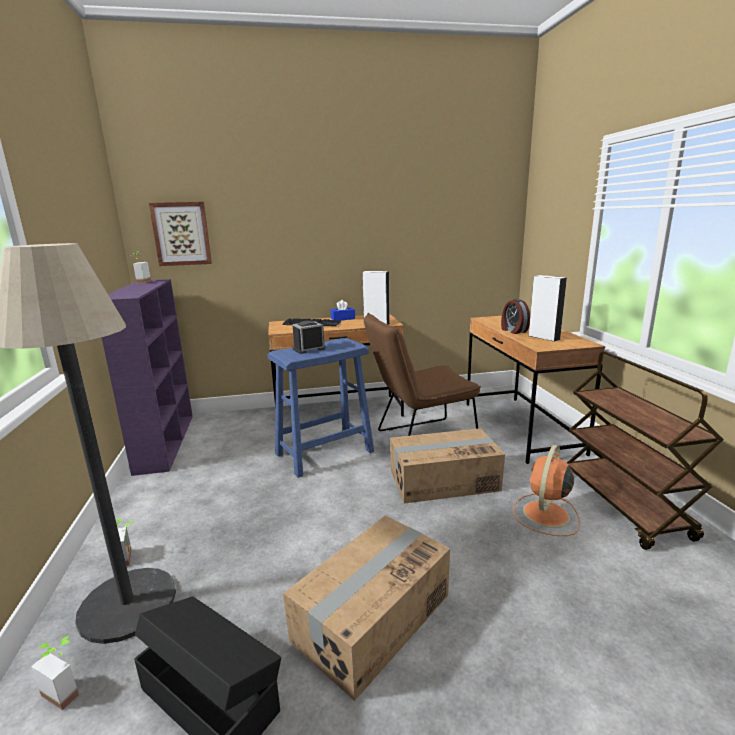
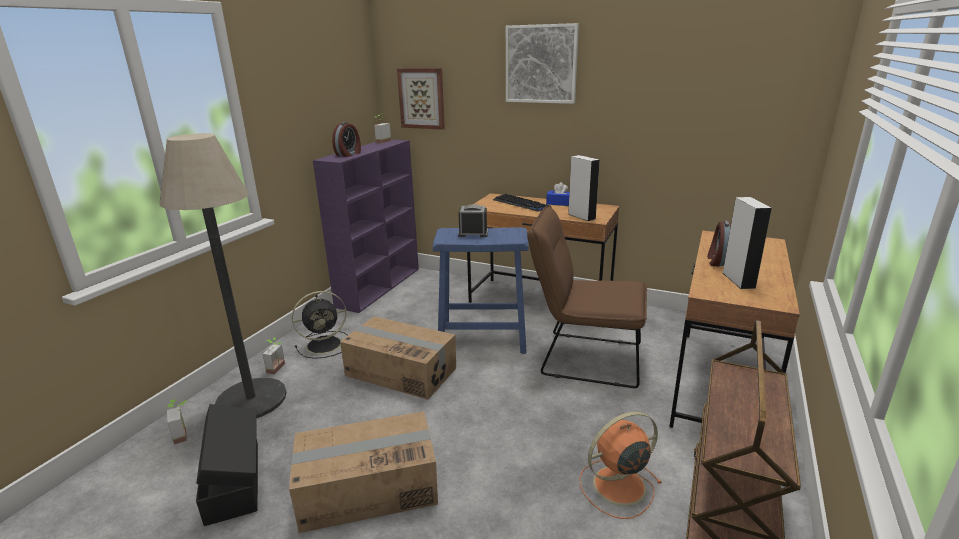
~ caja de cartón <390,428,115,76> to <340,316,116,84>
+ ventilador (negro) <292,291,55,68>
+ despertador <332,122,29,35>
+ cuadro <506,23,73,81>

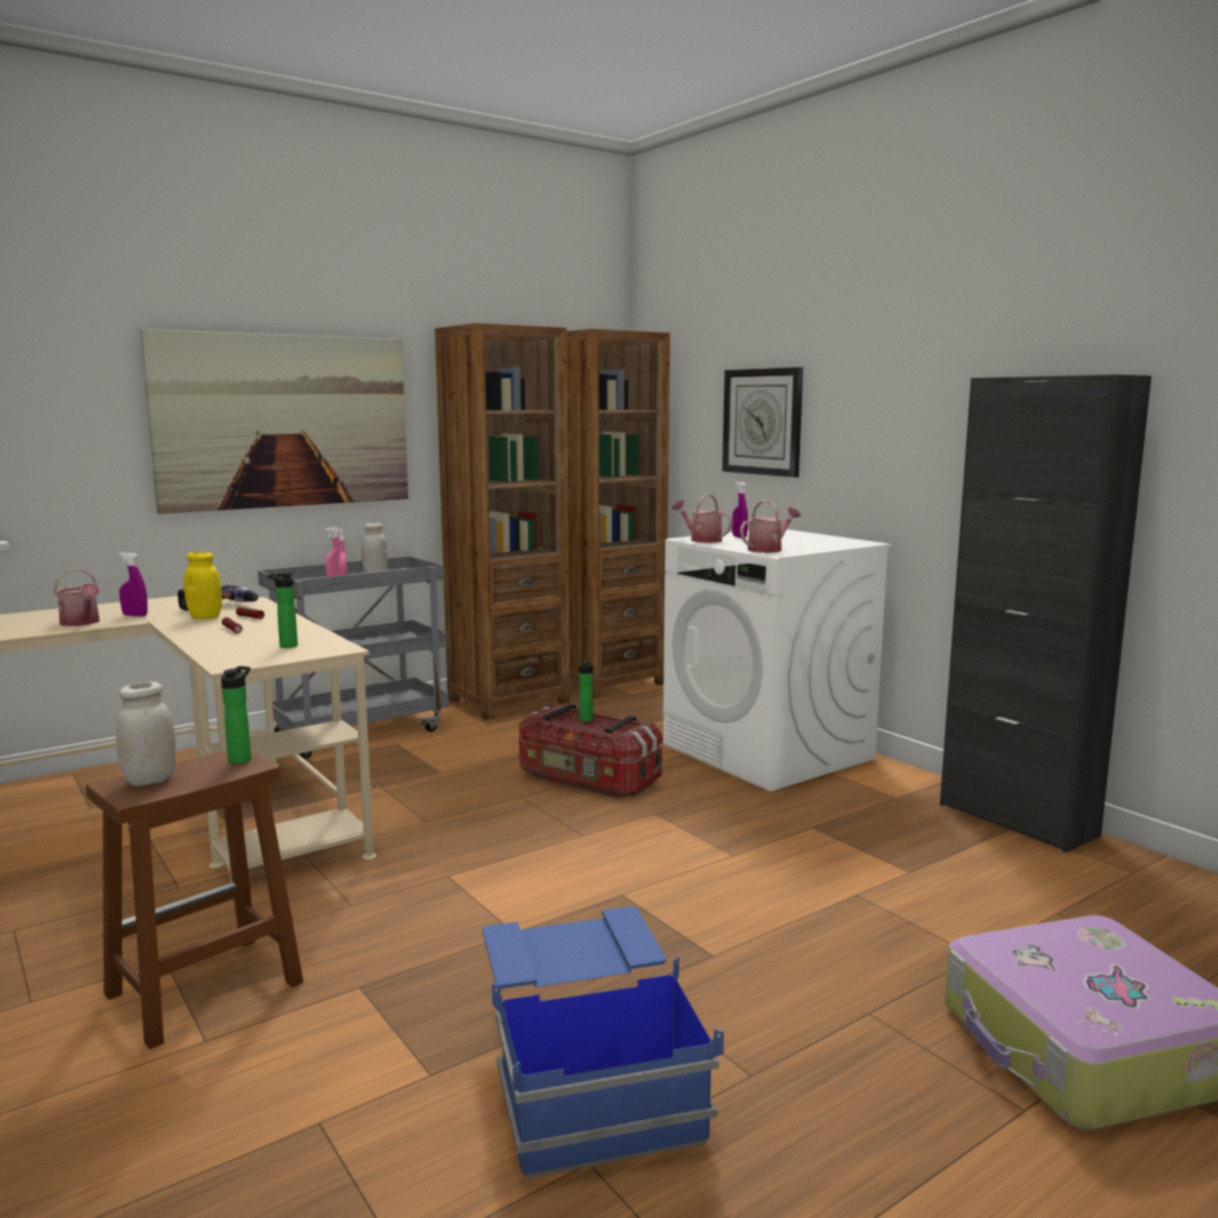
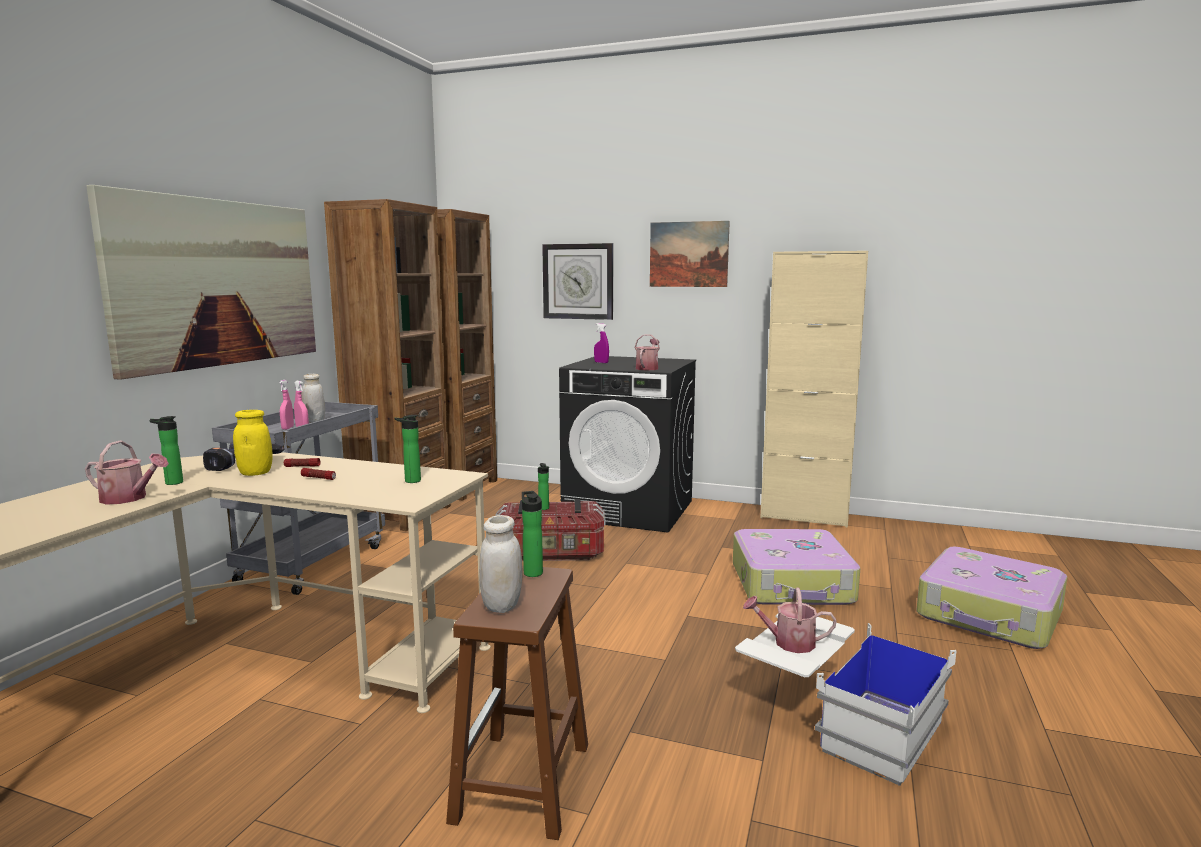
~ pulverizador (morado) <118,552,29,64> to botella <149,416,34,69>
~ caja de almacenaje (azul) <482,906,242,273> to caja de almacenaje (blanco) <735,614,222,172>
~ lavadora (blanco) <663,529,228,262> to lavadora (negro) <559,356,137,177>
~ regadera <672,494,61,49> to <743,587,94,66>
~ armario (negro) <940,374,211,479> to armario (beis) <760,251,108,277>
+ cuadro <650,221,80,66>
+ maleta <733,529,127,76>

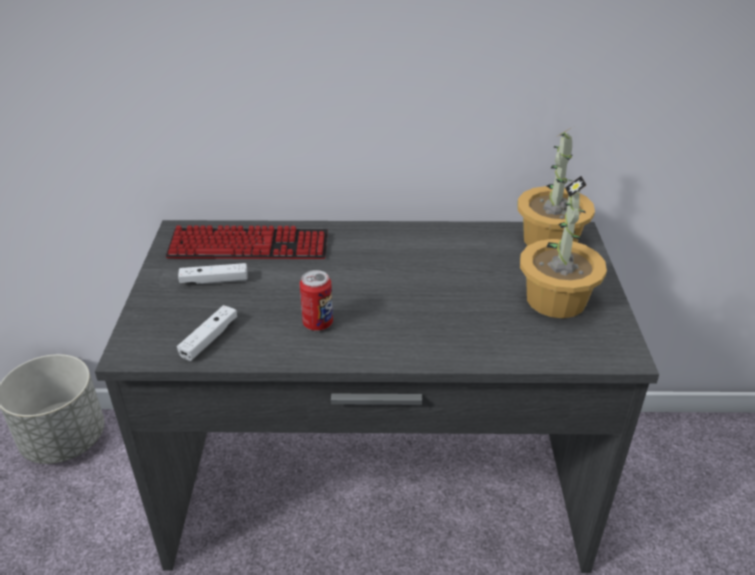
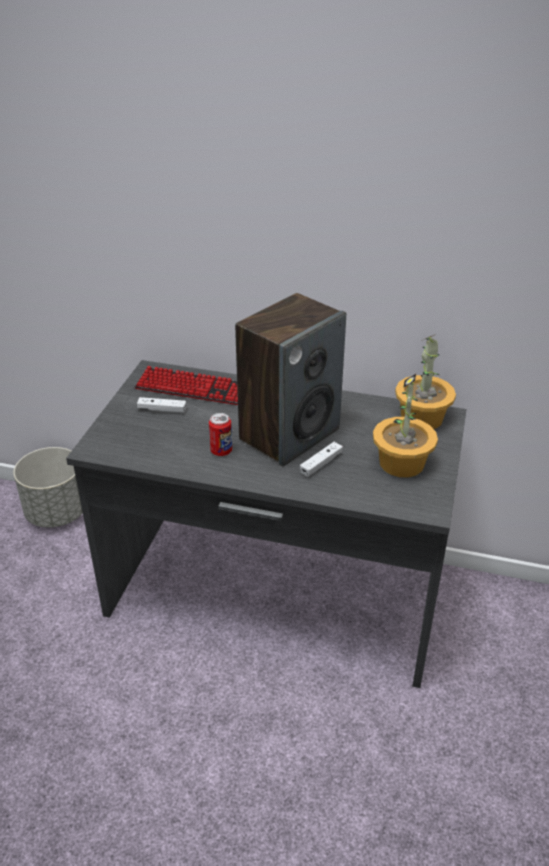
~ mando de consola (blanco) <177,305,61,56> to <300,442,43,35>
+ altavoz <235,293,111,173>

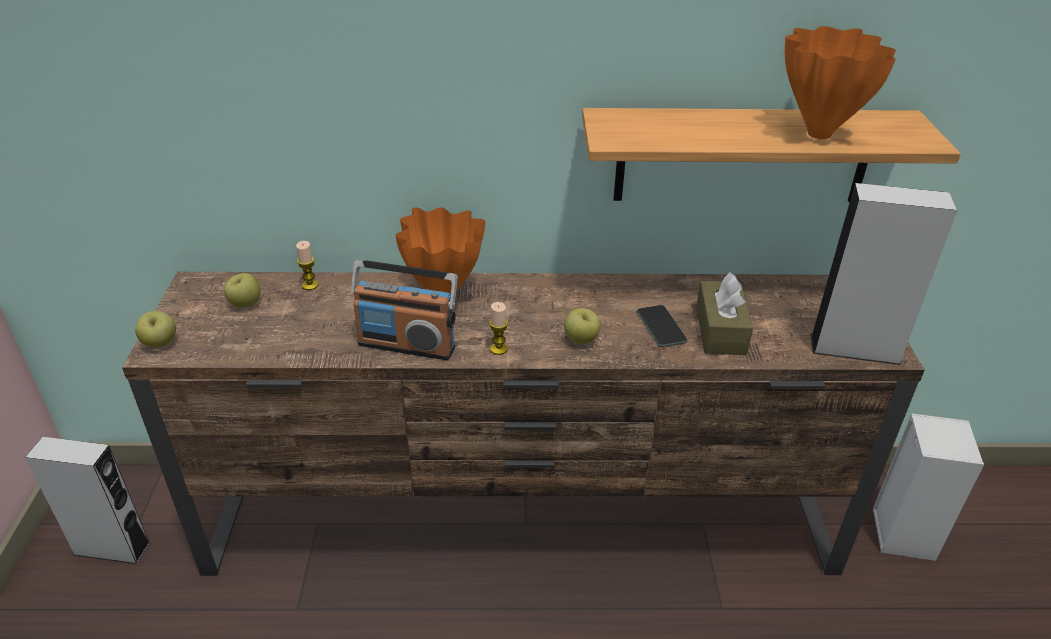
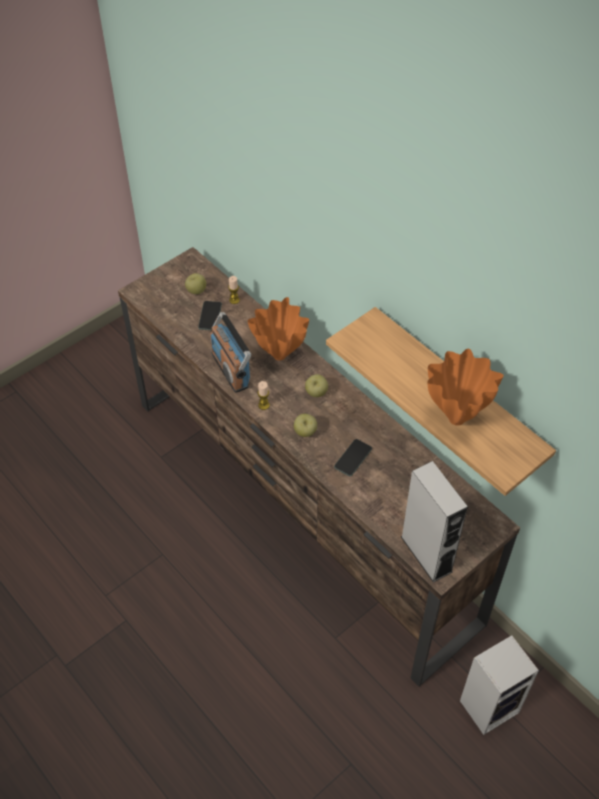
- altavoz (gris) <25,437,126,127>
~ manzana <135,311,41,37> to <305,374,23,23>
- caja de pañuelos (marrón) <696,272,57,83>
+ móvil <198,301,24,29>

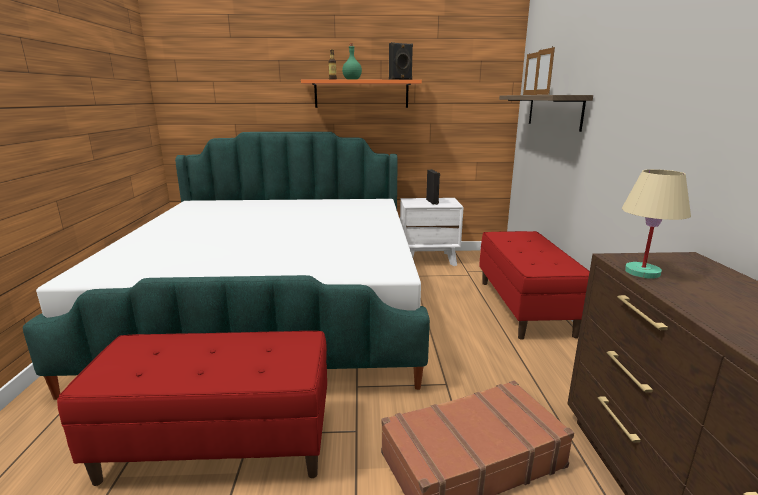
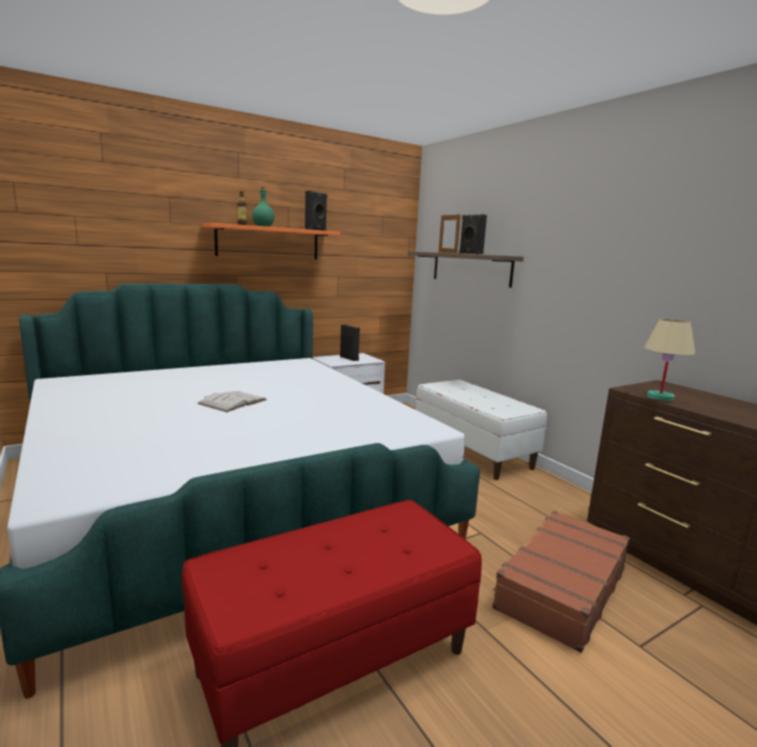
~ banco (rojo) <479,231,111,109> to banco (blanco) <416,379,131,101>
~ portarretratos <534,47,21,48> to altavoz (negro) <459,214,28,40>
+ libro (blanco) <197,391,70,21>

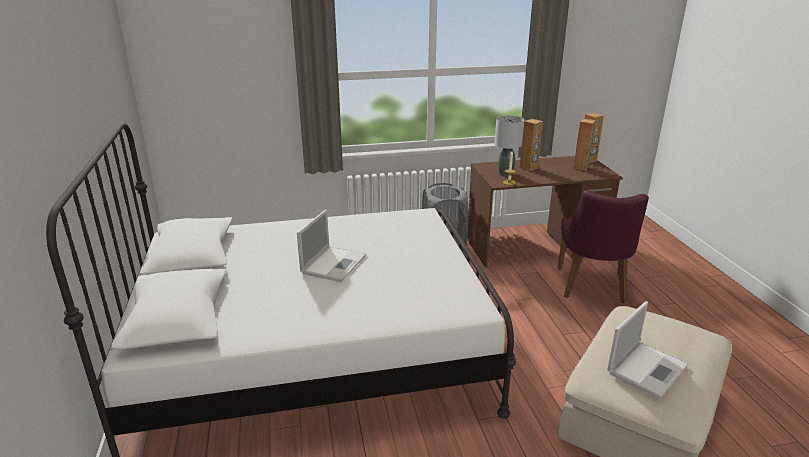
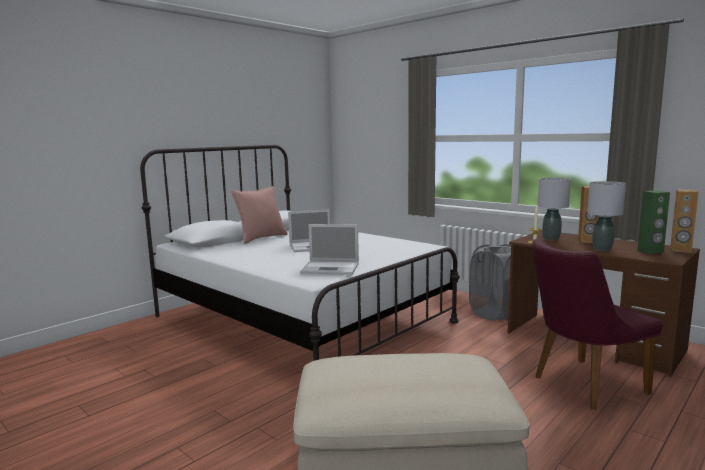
~ altavoz (marrón) <574,119,22,52> to altavoz (verde) <638,190,32,64>
~ portátil <607,301,81,98> to <300,224,59,51>
+ cojín (rosa) <231,186,56,58>
+ lámpara de mesa (gris) <587,181,39,70>

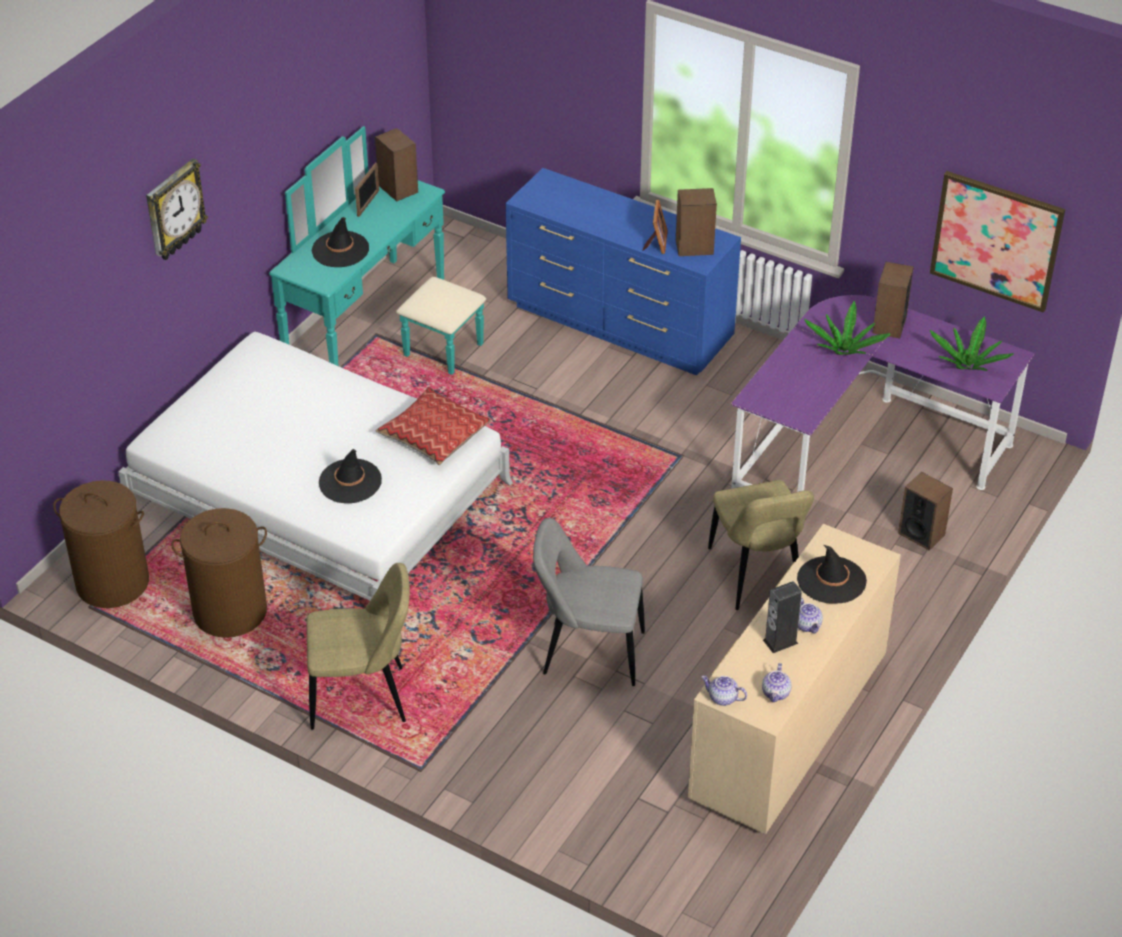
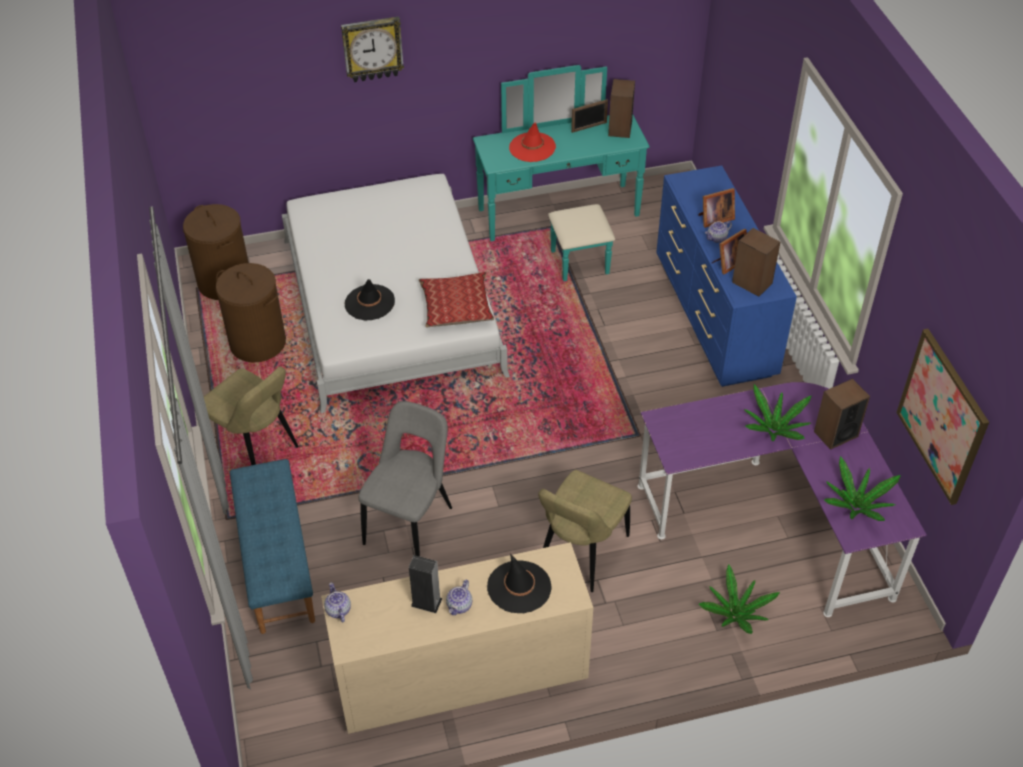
~ sombrero (negro) <312,217,57,50> to sombrero (rojo) <509,123,47,39>
~ silla (gris) <533,518,112,168> = <358,401,94,155> 60 degrees clockwise
~ tetera <762,663,29,39> to <705,221,27,22>
~ altavoz <898,472,55,78> to planta en maceta <699,564,81,70>
+ banco (azul) <230,459,85,175>
+ portarretratos <698,188,37,40>

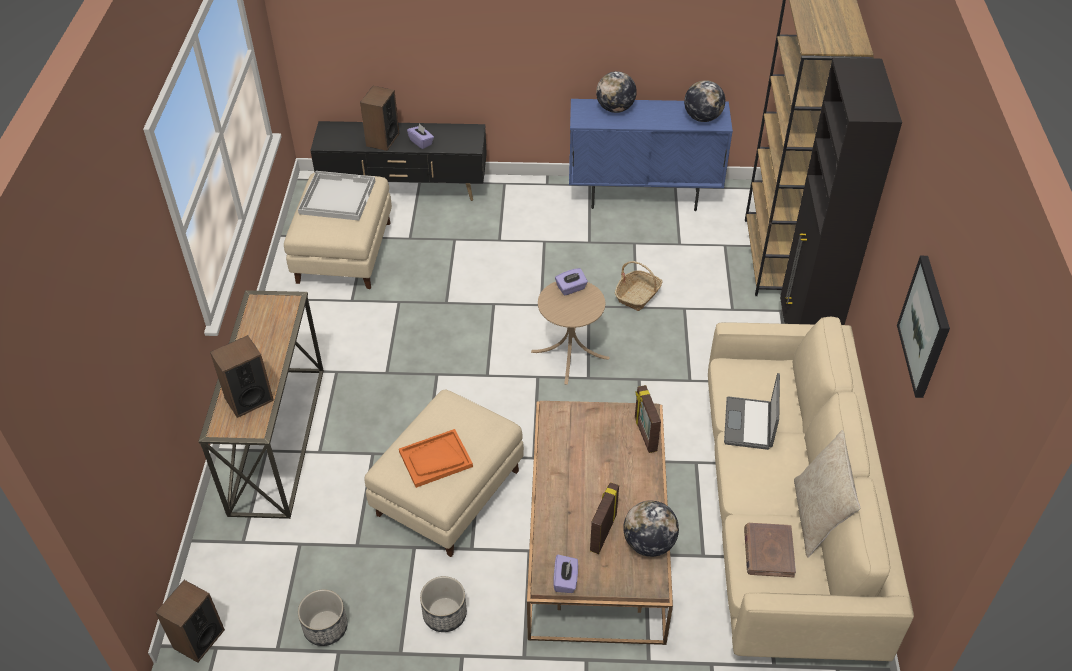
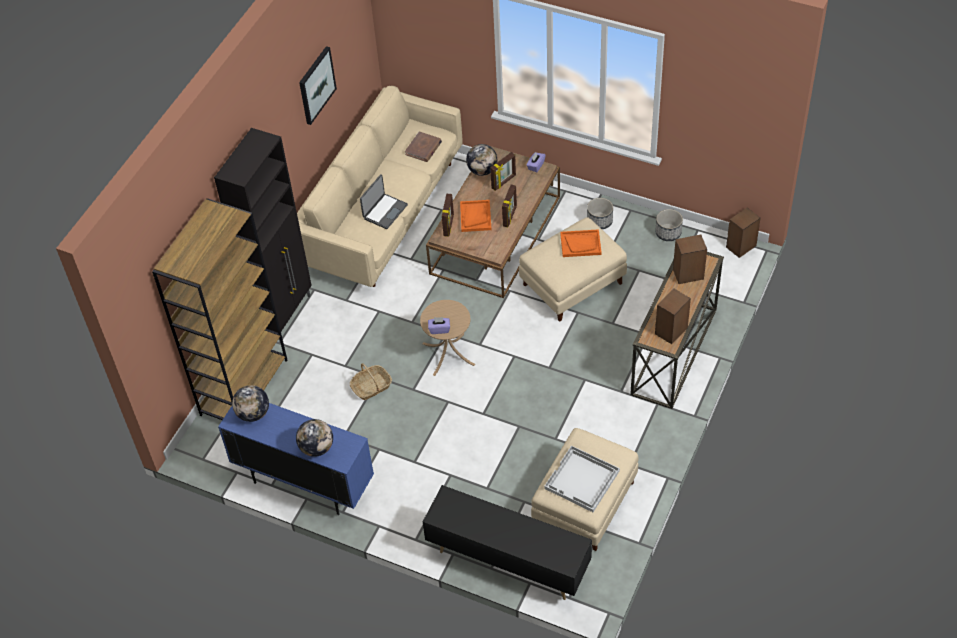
~ altavoz <360,86,39,65> to <655,288,36,56>
- caja de pañuelos (morado) <407,124,27,25>
- cojín (beis) <794,430,66,128>
+ bandeja (naranja) <460,200,32,32>
+ portarretratos <502,185,15,42>

